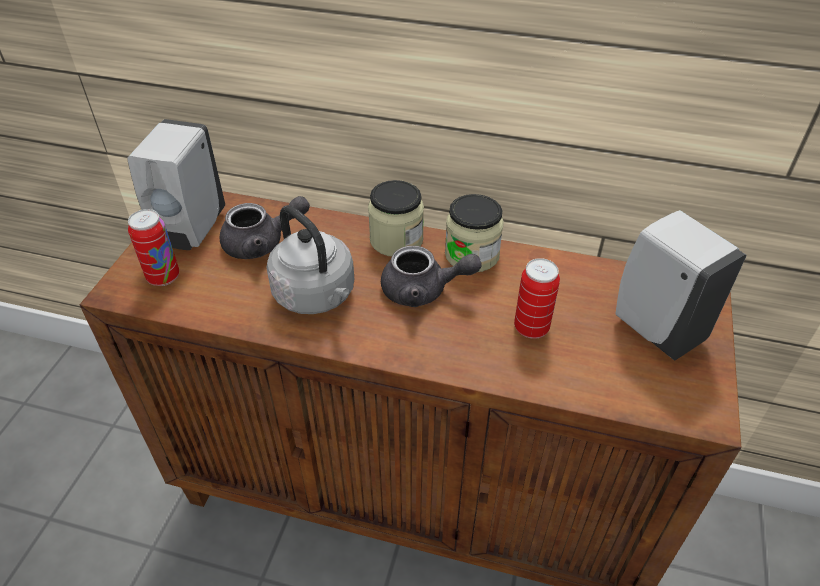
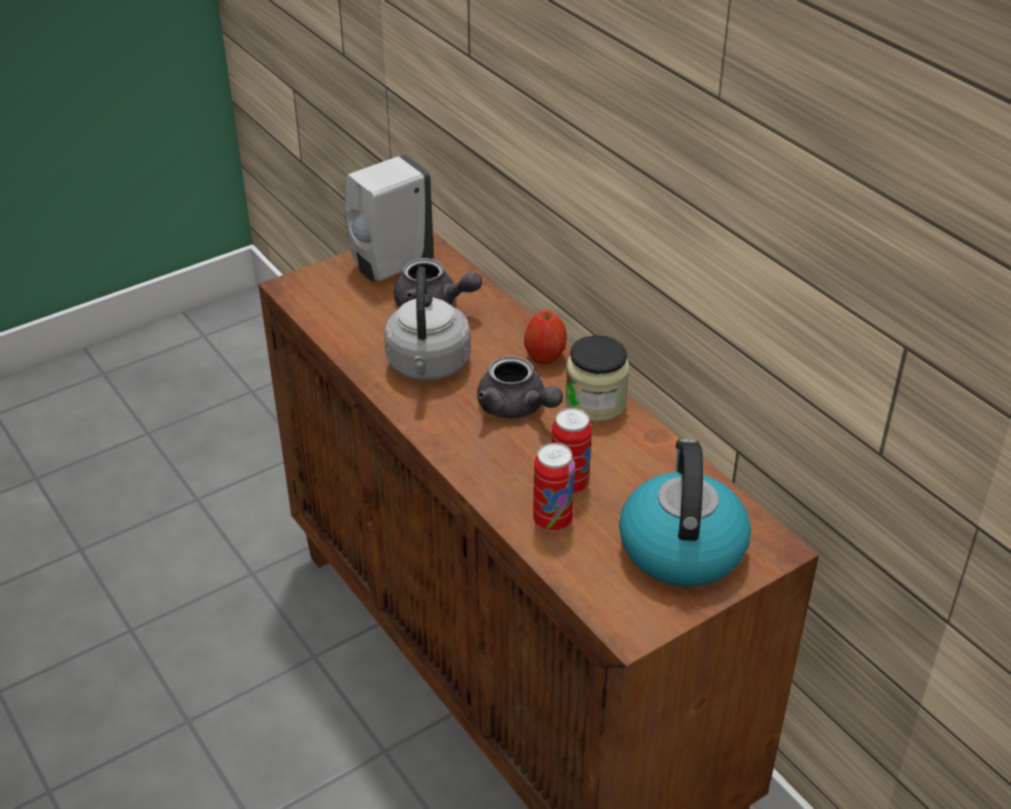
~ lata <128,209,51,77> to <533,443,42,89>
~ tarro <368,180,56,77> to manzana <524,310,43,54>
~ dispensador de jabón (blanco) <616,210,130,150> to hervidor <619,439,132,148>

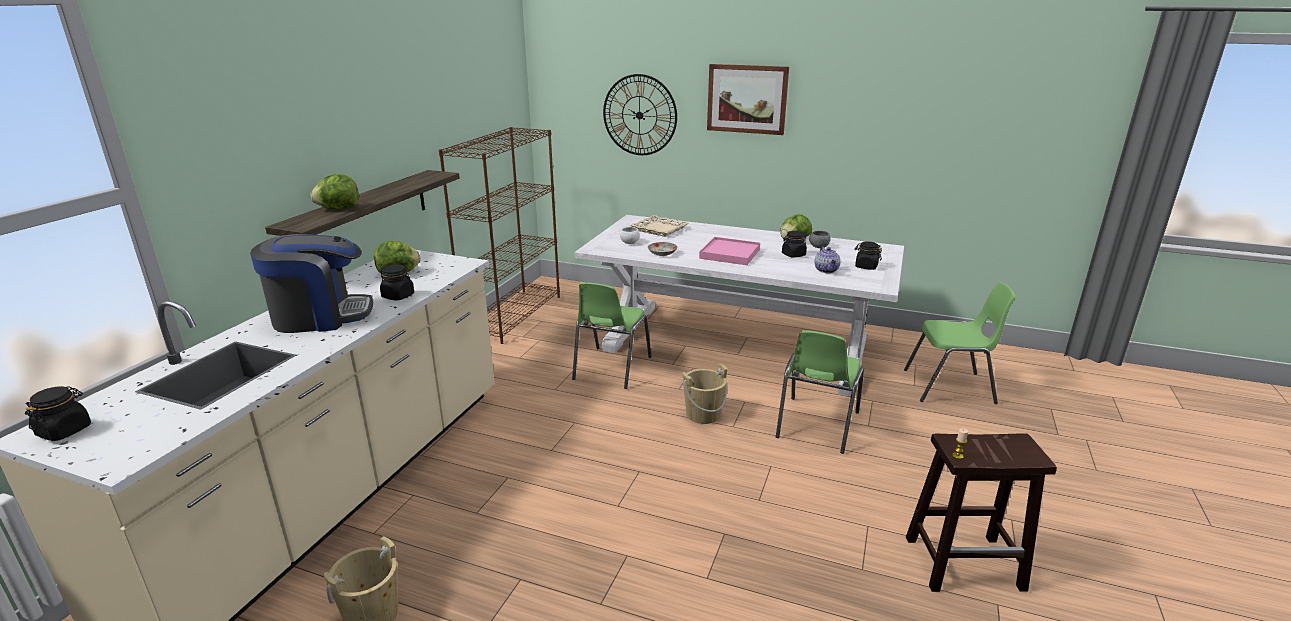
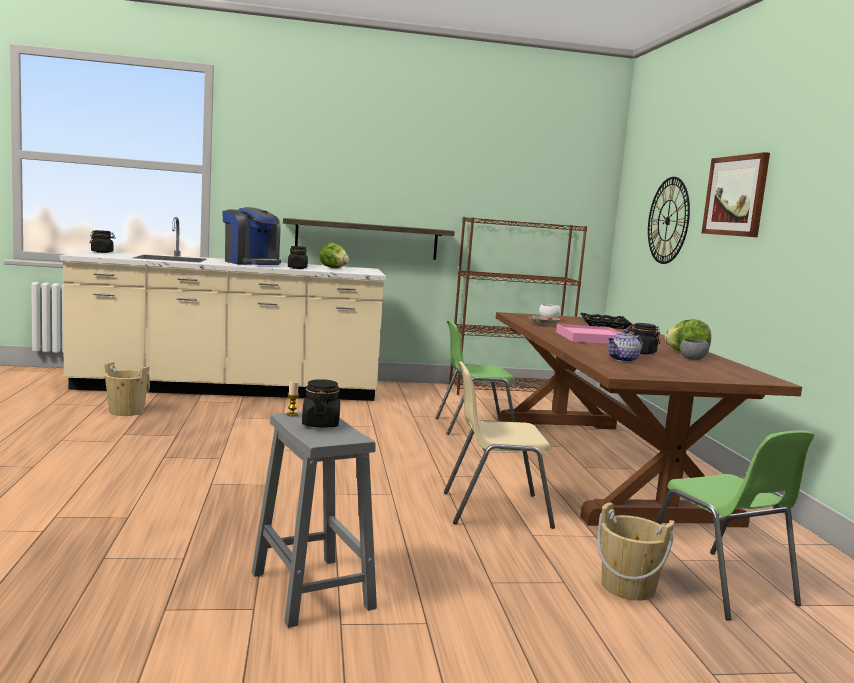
- lechuga <311,174,48,35>
~ mesa de comedor (blanco) <574,215,330,181> to mesa de comedor (marrón) <496,312,306,215>
~ bandeja (beis) <630,215,59,22> to bandeja (negro) <580,313,52,16>
~ cubo (beis) <682,363,46,61> to <597,502,78,99>
~ silla (verde) <776,330,88,124> to silla (beis) <444,361,111,168>
~ tarro (negro) <854,241,28,29> to <302,379,38,49>
~ taburete (marrón) <906,433,151,159> to taburete (gris) <252,412,125,216>

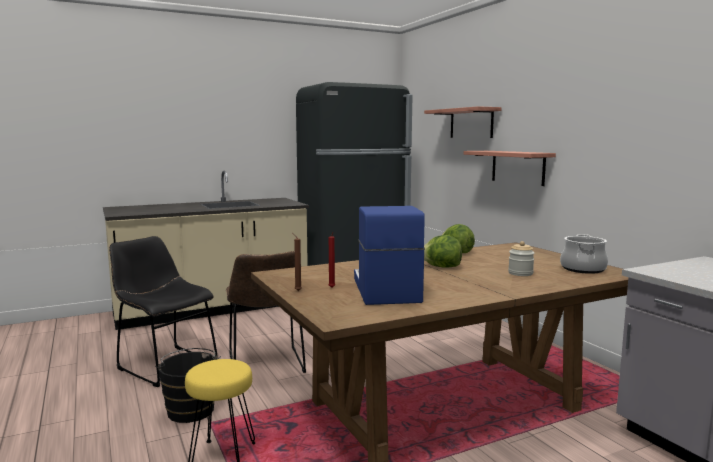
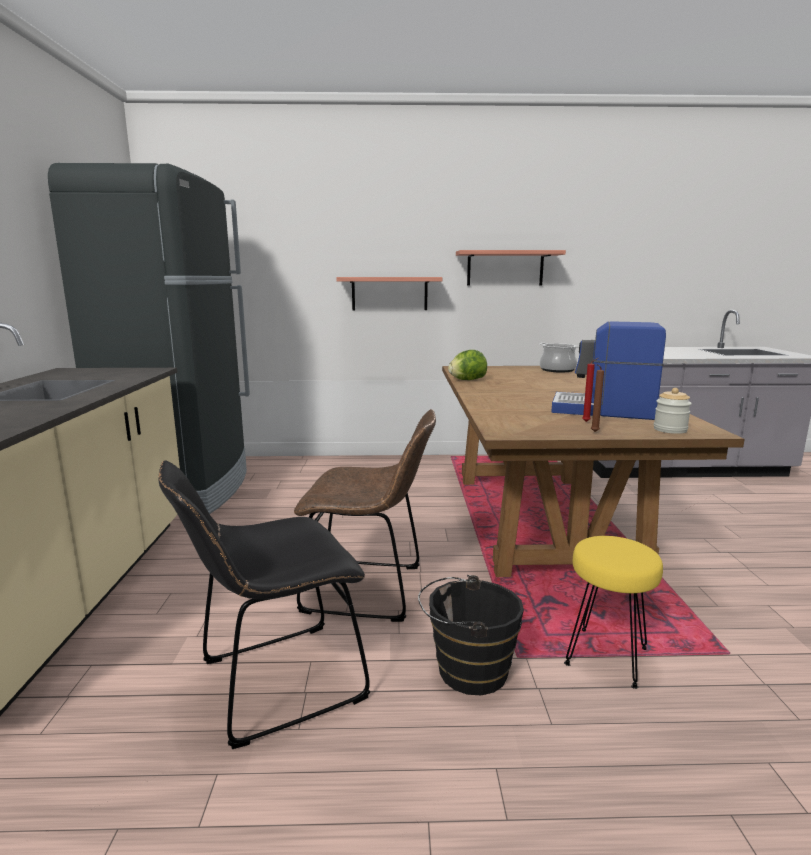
~ estante <424,106,78,32> to <456,250,110,35>
- lechuga <424,235,38,33>
~ tarro <508,241,27,35> to <654,388,38,46>

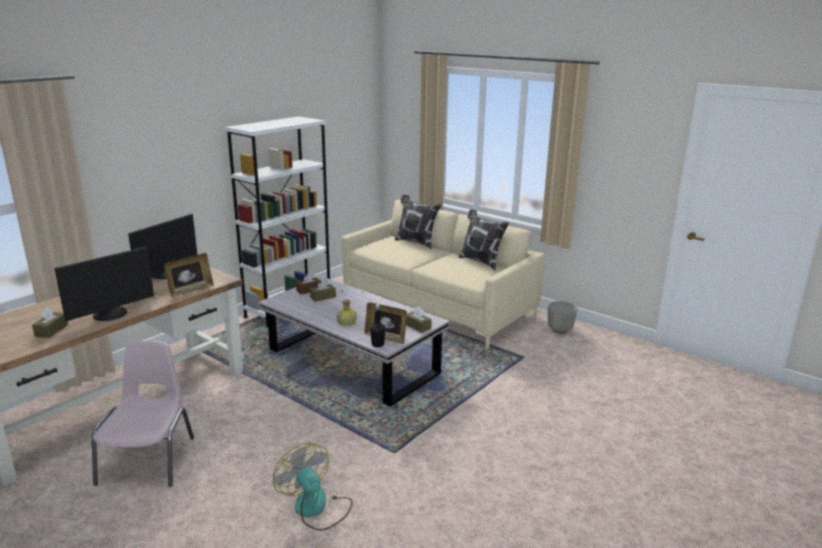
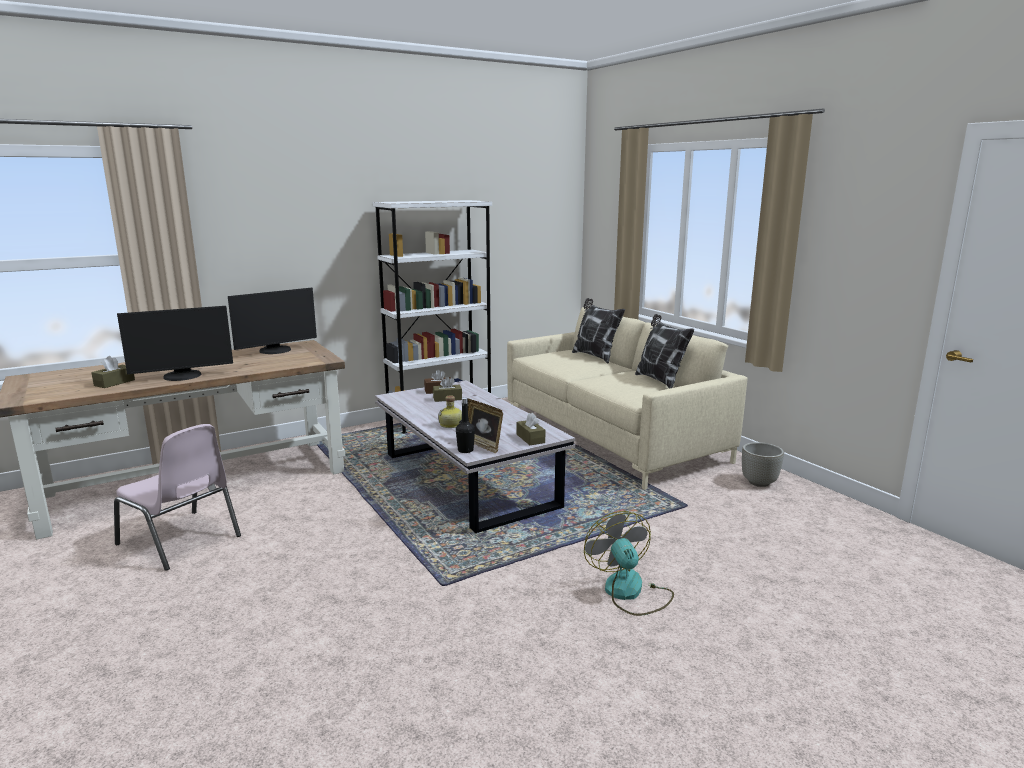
~ silla (rosa) <92,341,102,146> = <114,424,127,147> 105 degrees clockwise
- portarretratos <164,253,50,44>
~ ventilador <273,443,80,88> to <584,511,90,105>

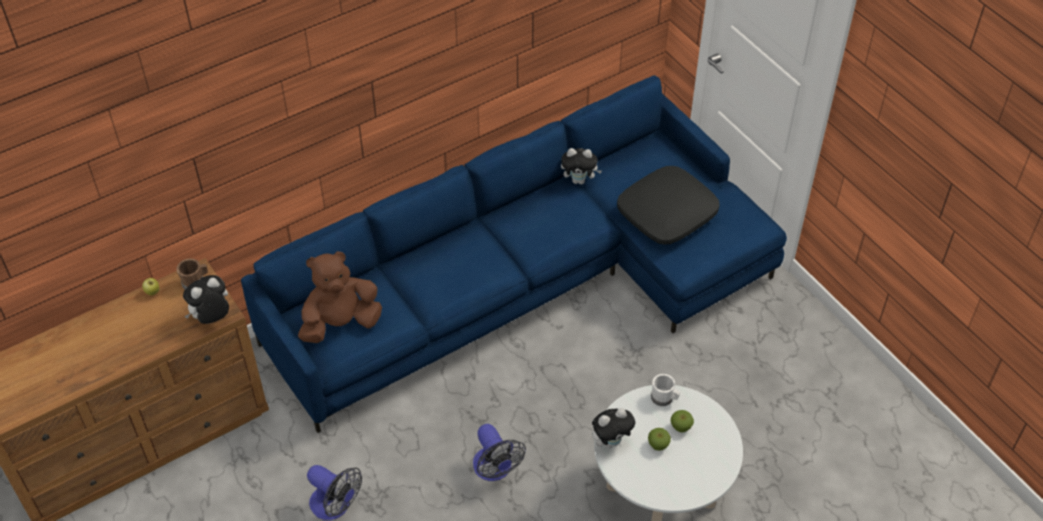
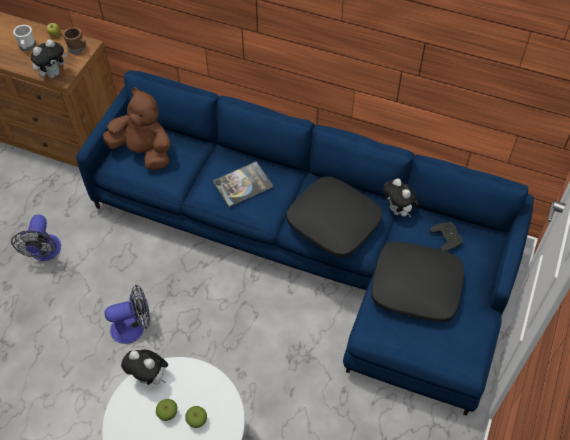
~ peluche <183,275,46,49> = <31,39,37,39> 120 degrees clockwise
~ ventilador <473,424,53,57> = <105,284,45,60> 135 degrees counterclockwise
~ taza grande (blanco) <651,374,29,32> to <13,25,23,26>
+ libro <213,162,60,45>
+ cojín (negro) <287,177,95,80>
+ mando de consola (negro) <430,222,33,29>

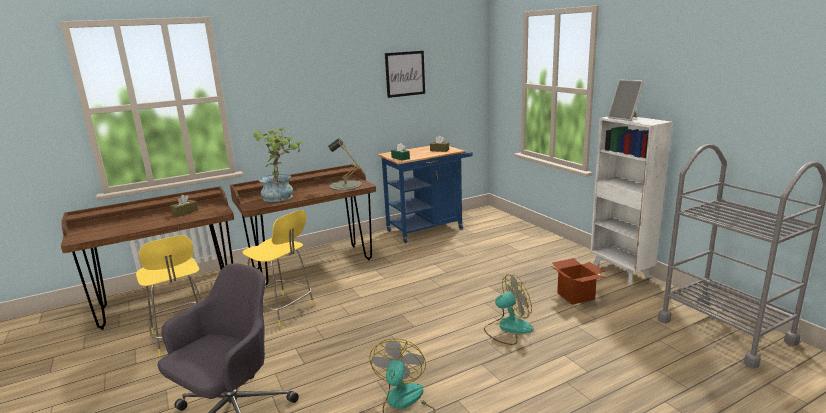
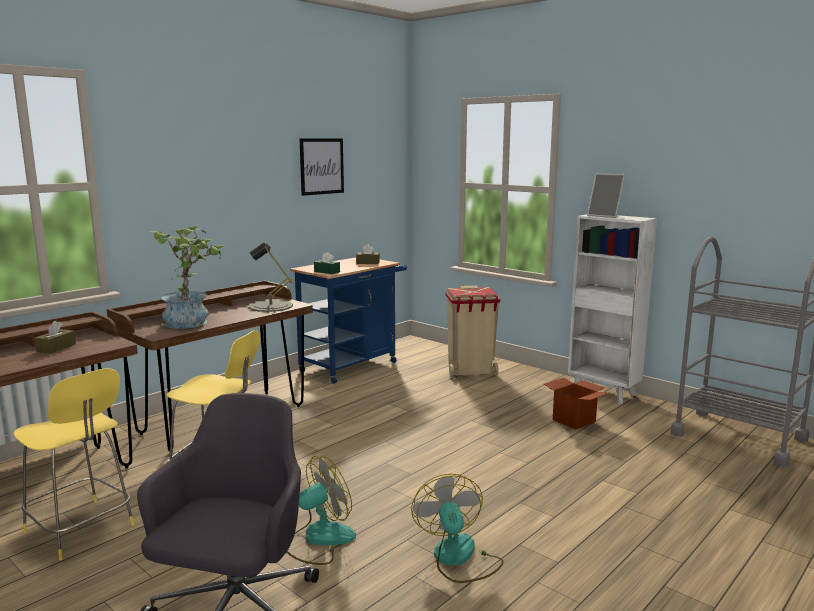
~ ventilador <484,274,50,71> to <286,456,70,109>
+ papelera (beis) <446,286,54,91>

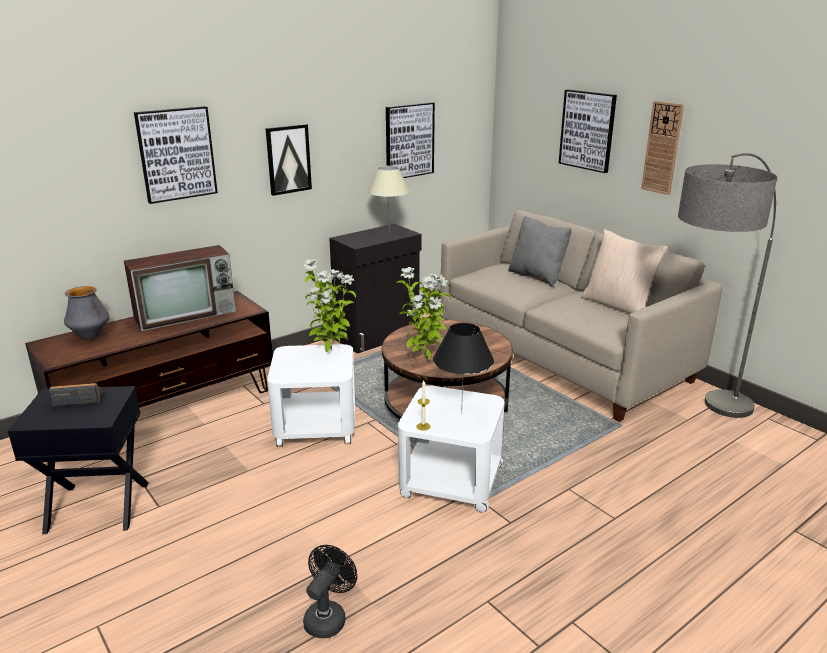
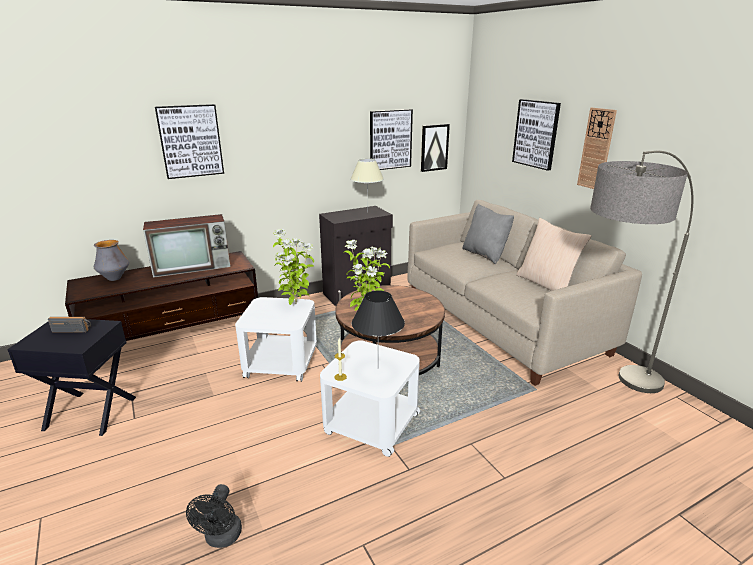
~ cuadro <265,124,47,72> to <421,124,29,48>
~ ventilador (negro) <303,545,54,93> = <186,484,56,64> 150 degrees clockwise

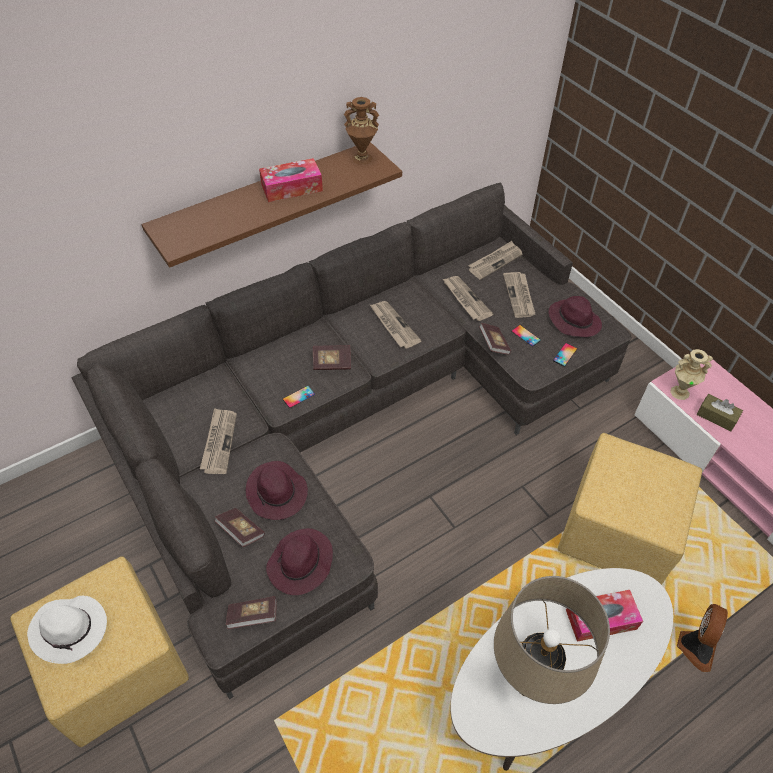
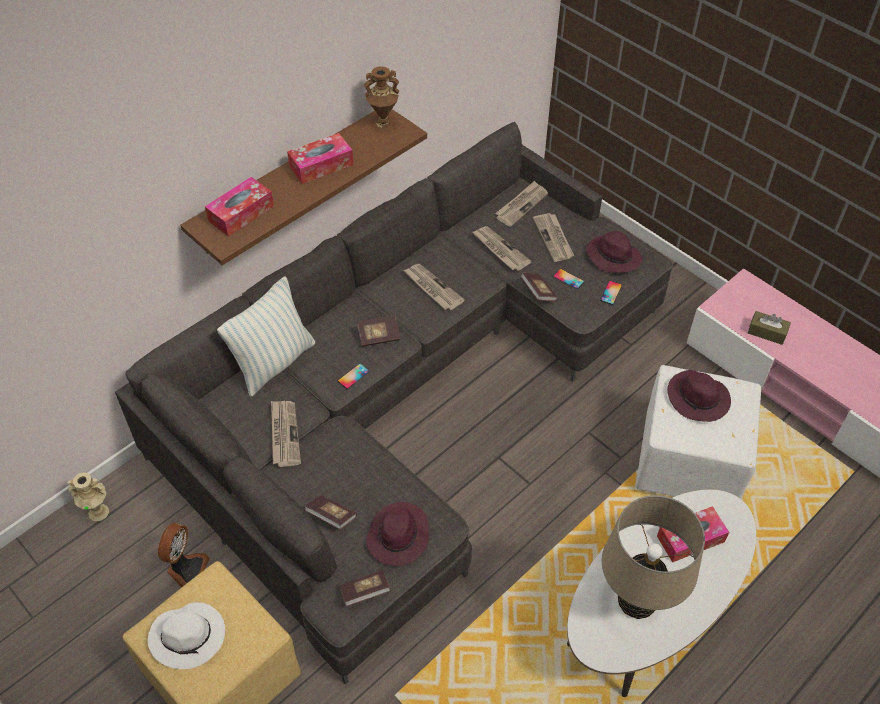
~ sombrero (morado) <246,461,62,59> to <667,370,64,52>
~ puf (amarillo) <558,433,144,152> to puf (blanco) <635,365,126,135>
~ florero (beis) <670,349,43,51> to <67,472,42,49>
~ ventilador <677,604,51,68> to <158,523,52,65>
+ caja de pañuelos <205,177,69,60>
+ cojín <217,276,98,121>

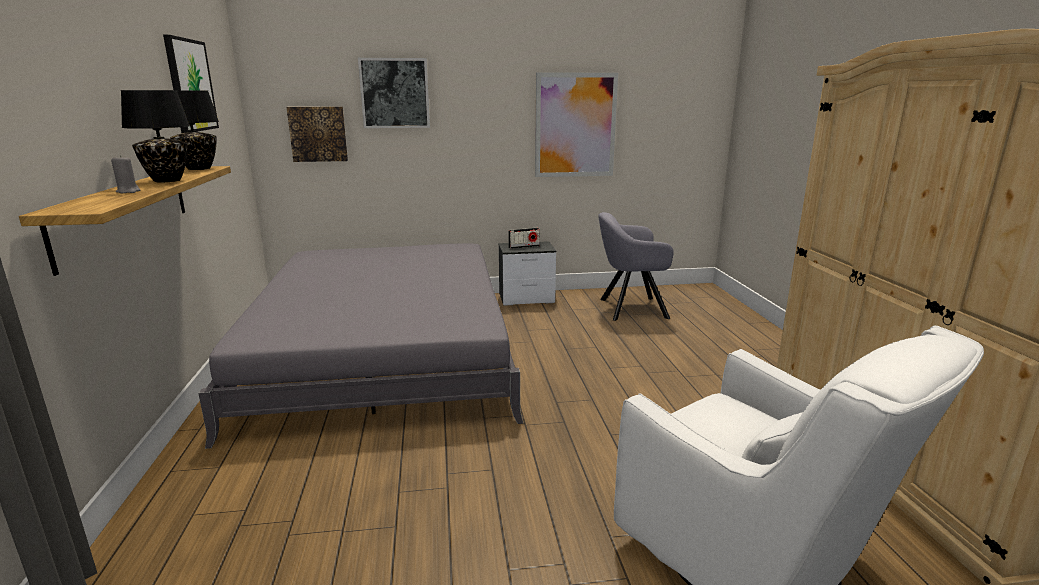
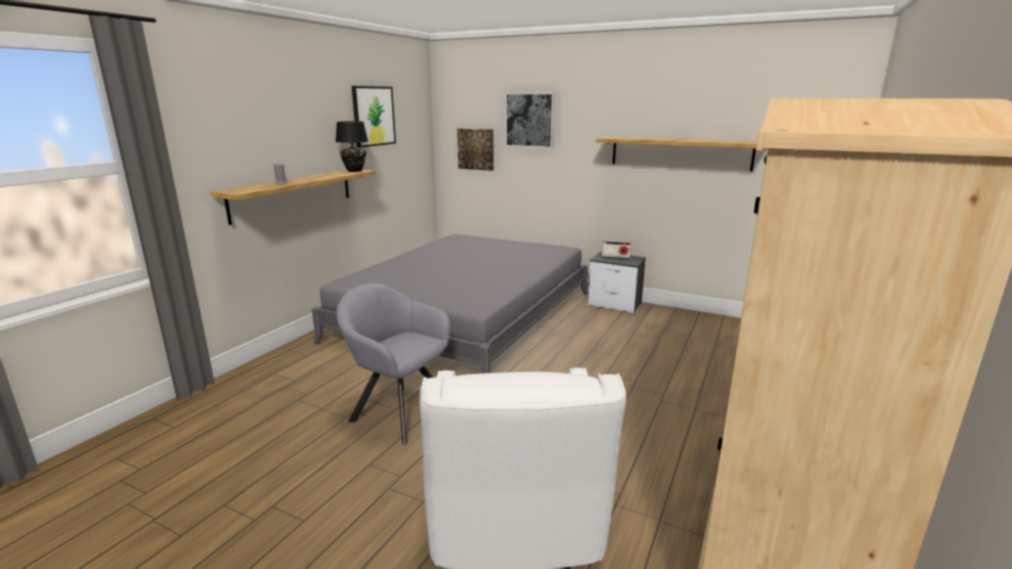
- lámpara de mesa (negro) <121,90,69,92>
~ cuadro <535,72,83,105> to estante <596,137,171,35>
~ sillón (gris) <598,212,76,109> to <336,284,114,160>

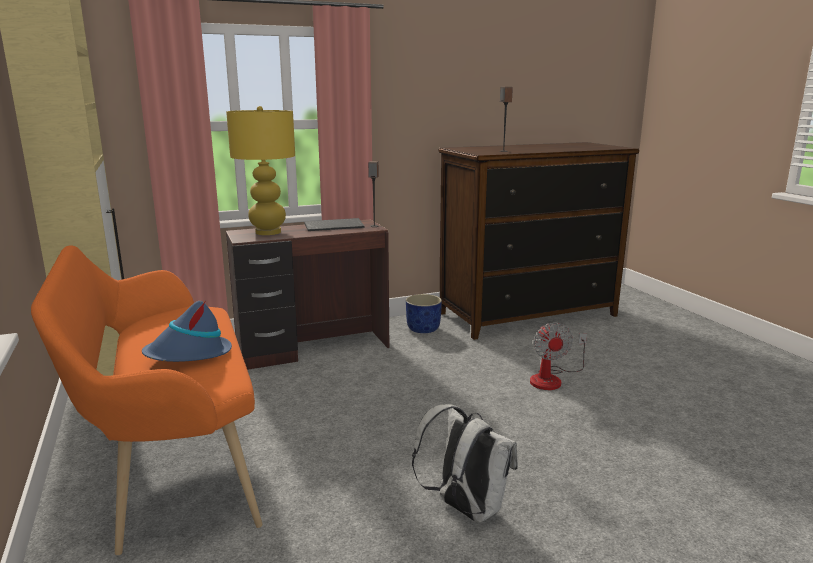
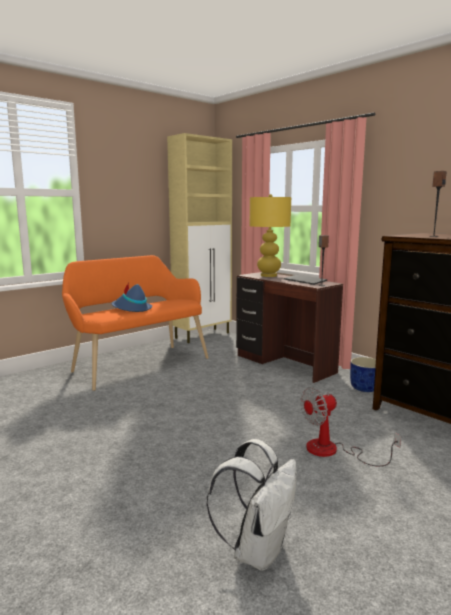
~ mochila (blanco) <412,404,106,119> to <206,439,91,132>

